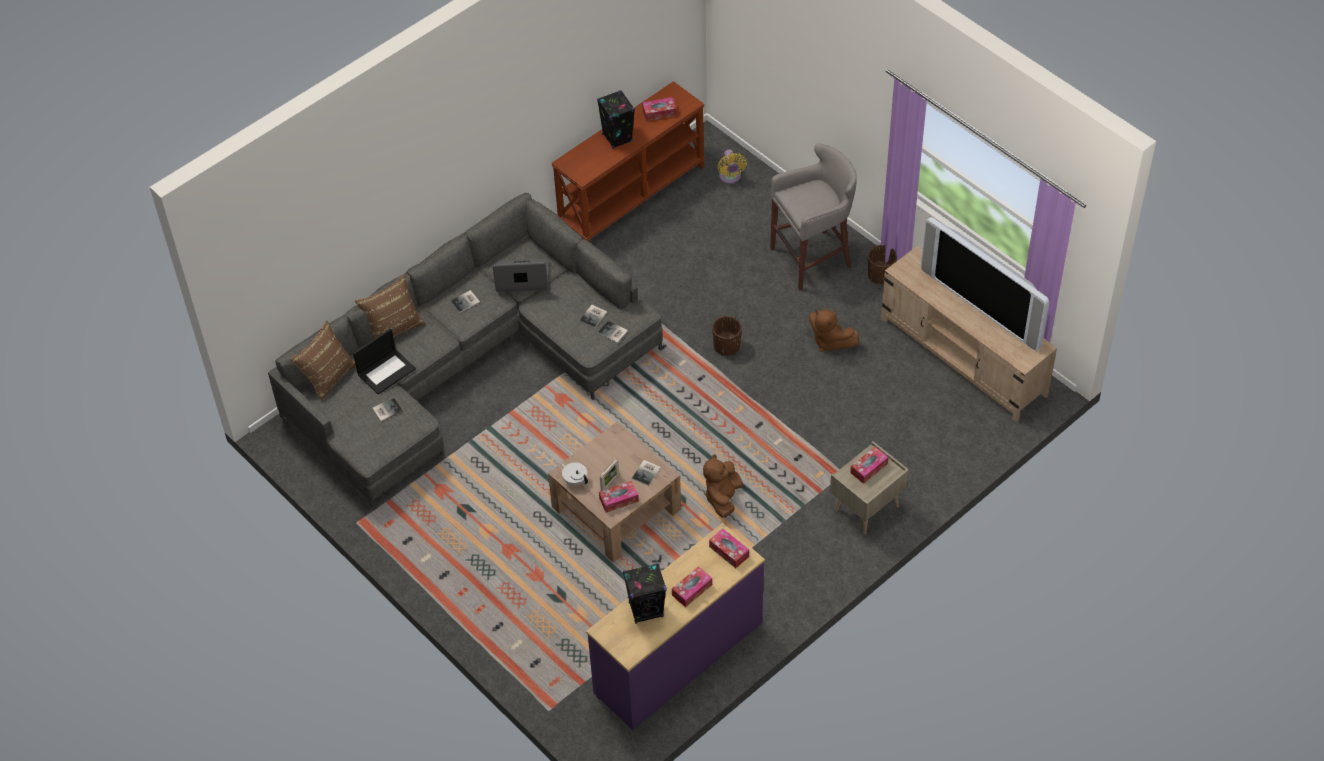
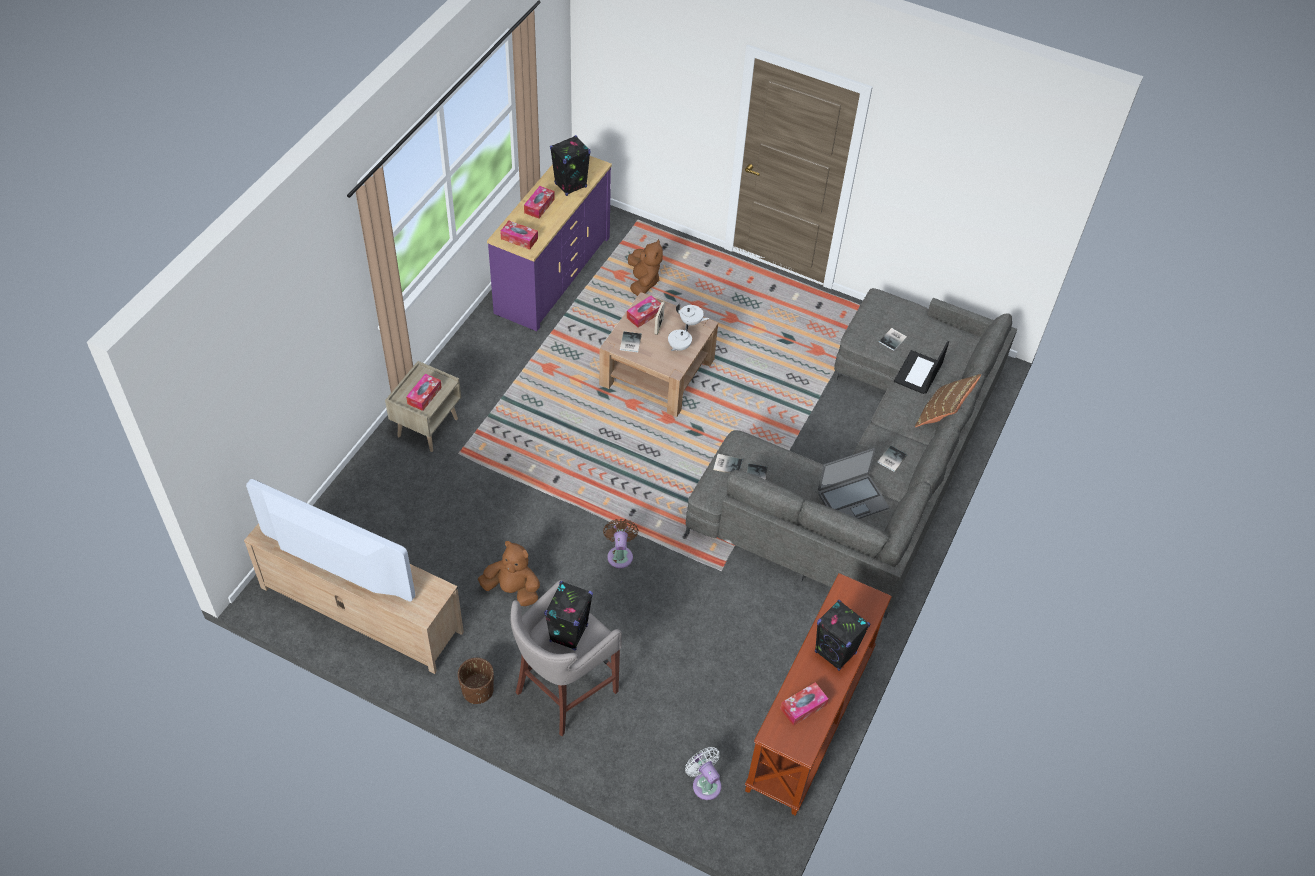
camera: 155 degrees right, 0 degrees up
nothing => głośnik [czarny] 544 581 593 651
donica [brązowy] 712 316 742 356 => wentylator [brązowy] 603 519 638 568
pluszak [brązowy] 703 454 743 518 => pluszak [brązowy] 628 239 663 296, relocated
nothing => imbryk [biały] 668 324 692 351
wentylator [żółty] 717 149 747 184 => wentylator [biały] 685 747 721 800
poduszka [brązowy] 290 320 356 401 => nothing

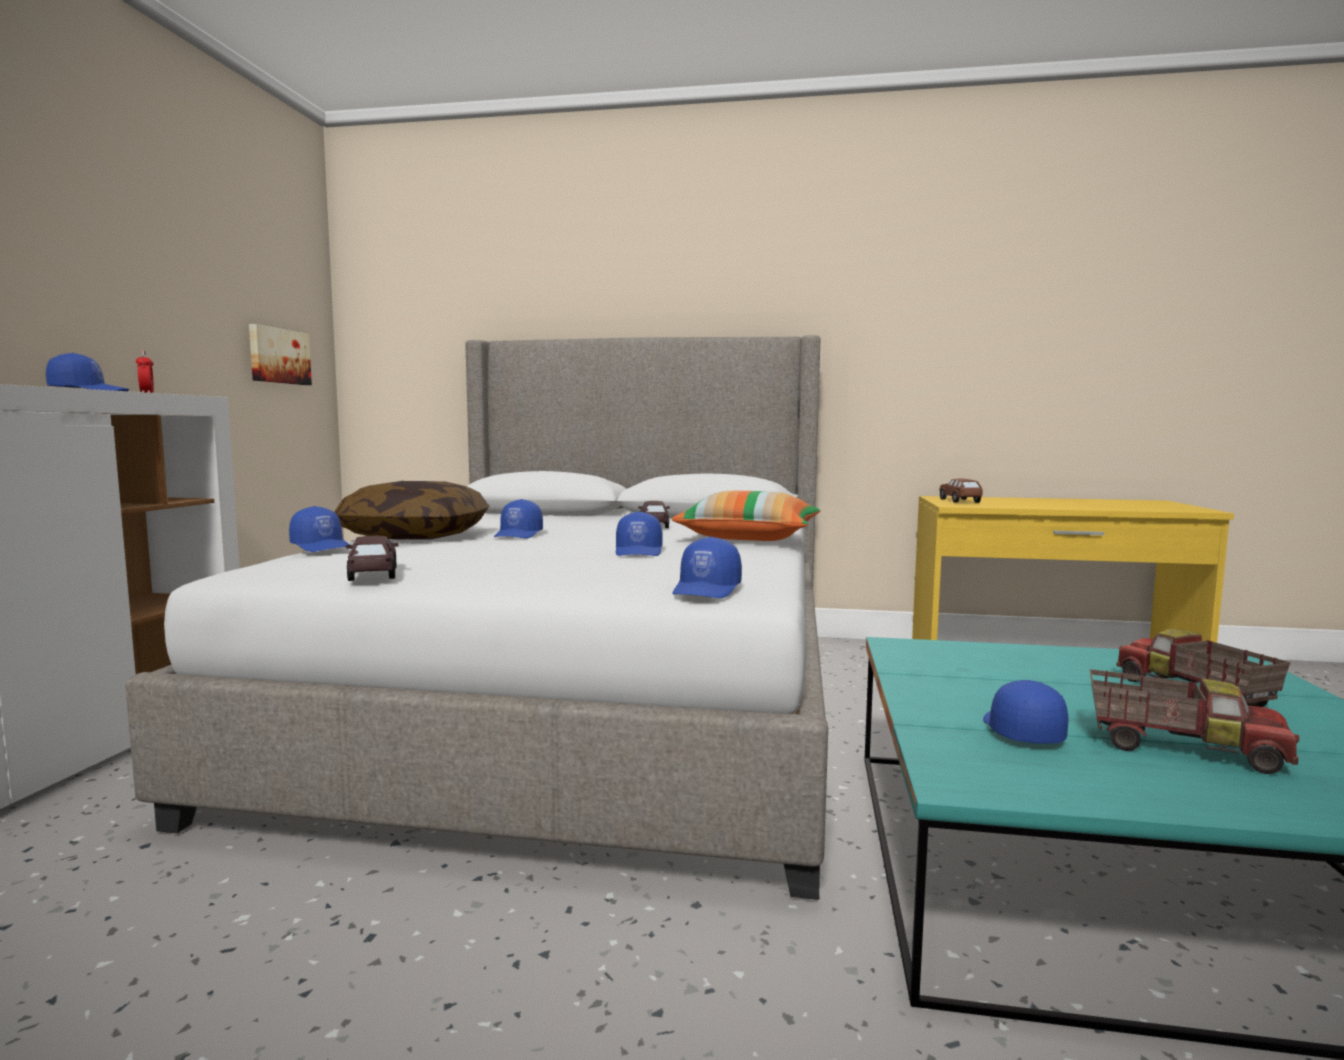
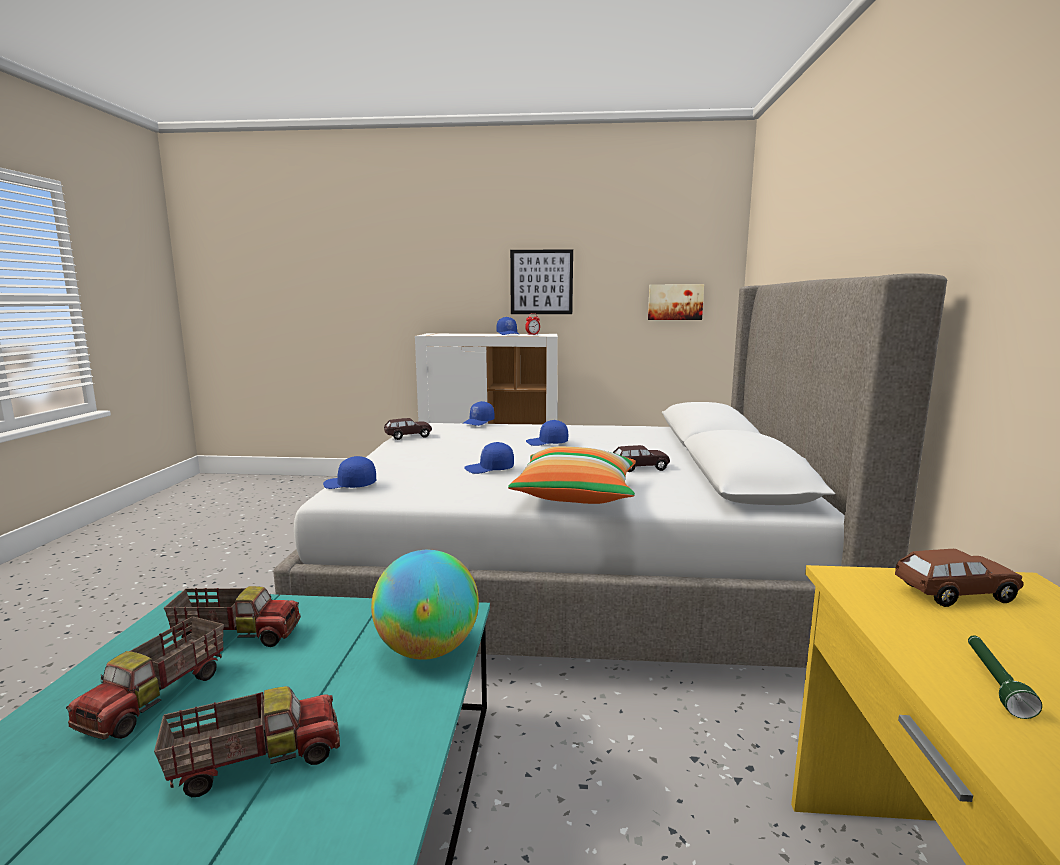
camera: 85 degrees right, 5 degrees up
czapka z daszkiem [niebieski] 983 680 1068 744 => ciężarówka zabawkowa 164 586 301 647
nothing => globus 371 550 479 660
nothing => obraz 510 249 573 314
nothing => latarka [zielony] 968 636 1042 719
poduszka 334 481 490 539 => nothing

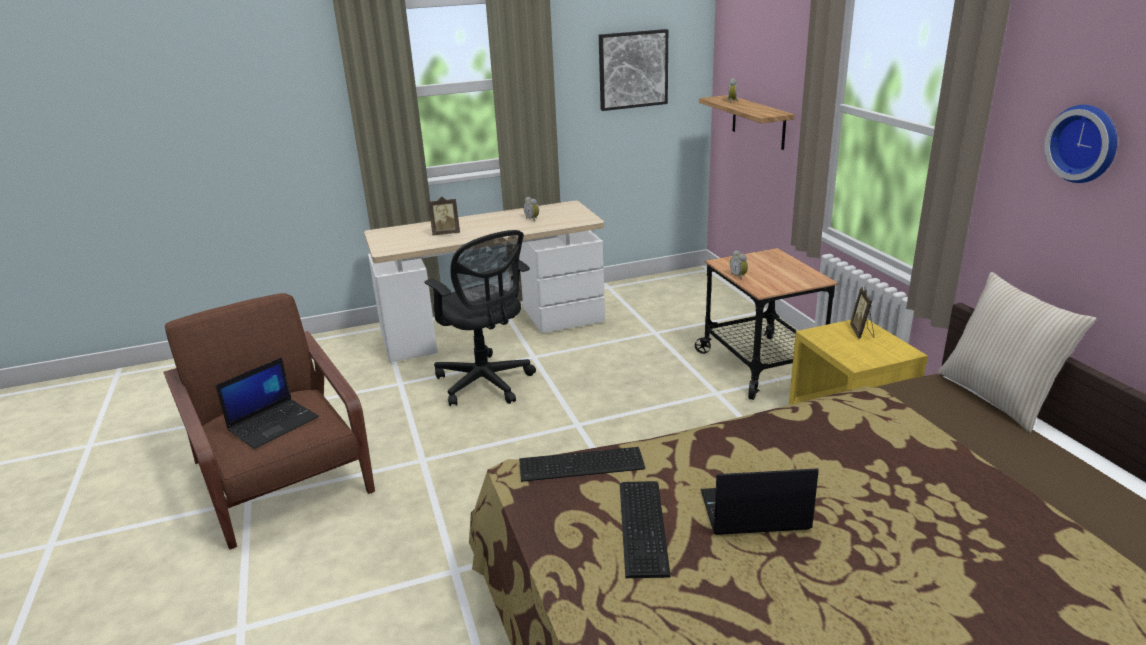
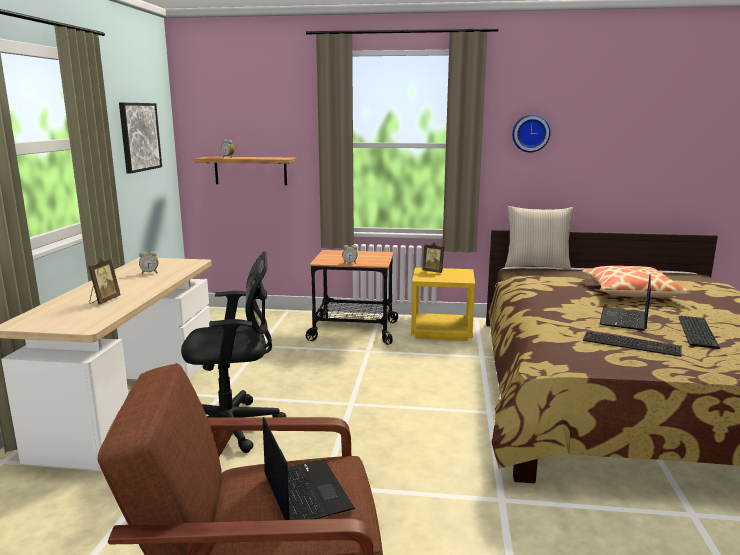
camera: 65 degrees left, 10 degrees down
nothing => poduszka 582 266 691 298
klawiatura 519 447 645 482 => klawiatura 679 316 720 349, relocated

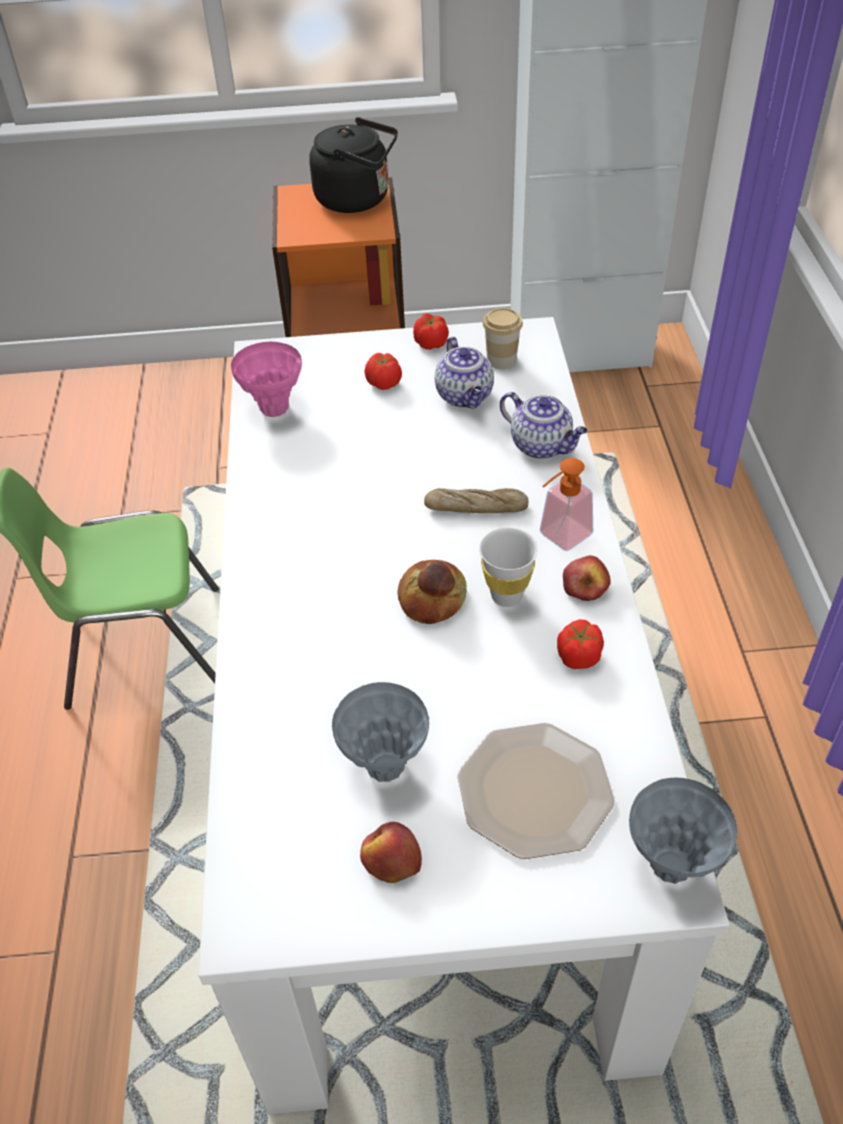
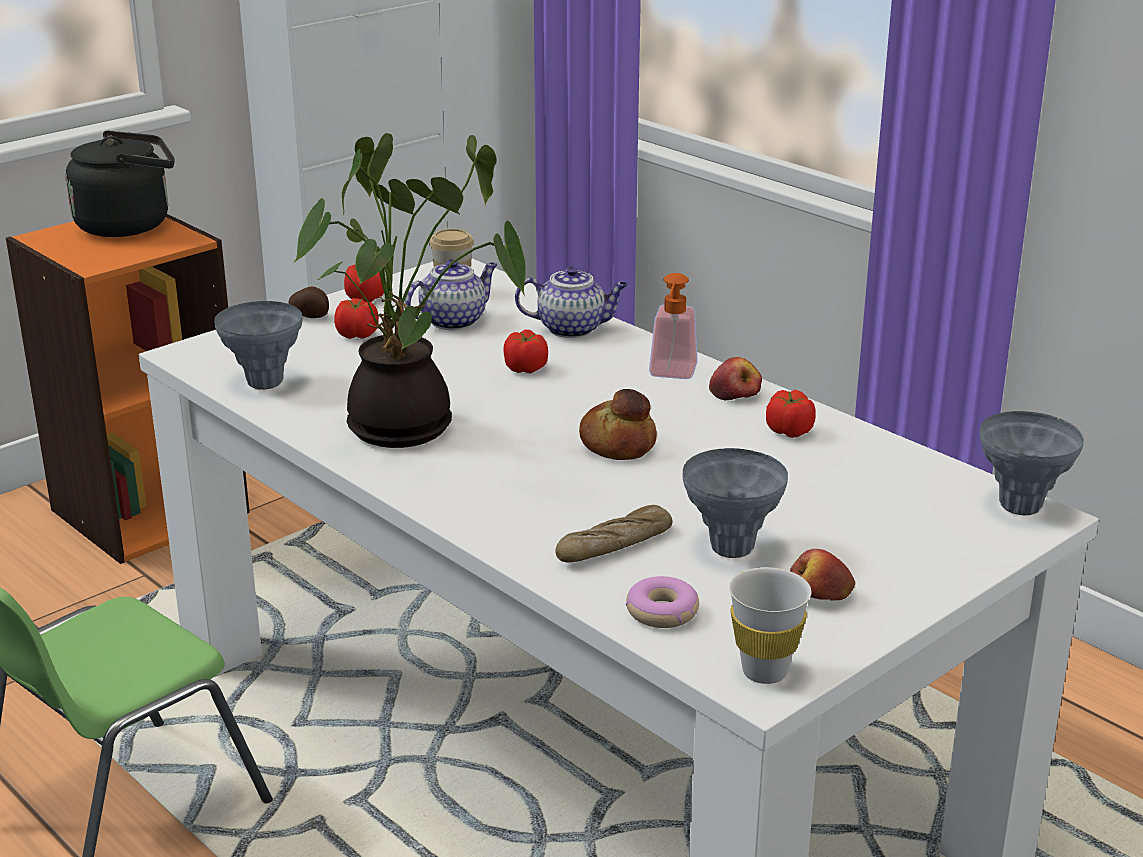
camera: 40 degrees left, 20 degrees down
wazon [różowy] 231 342 302 417 => wazon [szary] 214 301 303 390
nothing => ziemniak 288 286 329 318
nothing => roślina doniczkowa 294 133 526 448
imbryk 435 337 494 409 => imbryk 405 259 497 330, 75 degrees counterclockwise
nothing => pomidor 503 330 548 374
chleb 424 488 528 513 => chleb 555 505 673 562, relocated
nothing => donut 626 576 699 628
filiżanka [biały] 479 528 538 607 => filiżanka [biały] 729 567 811 684, relocated
talerz 457 723 615 859 => nothing

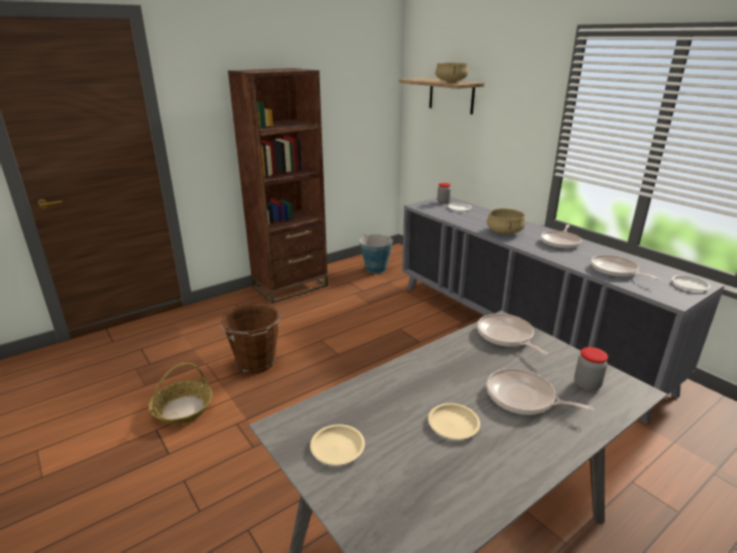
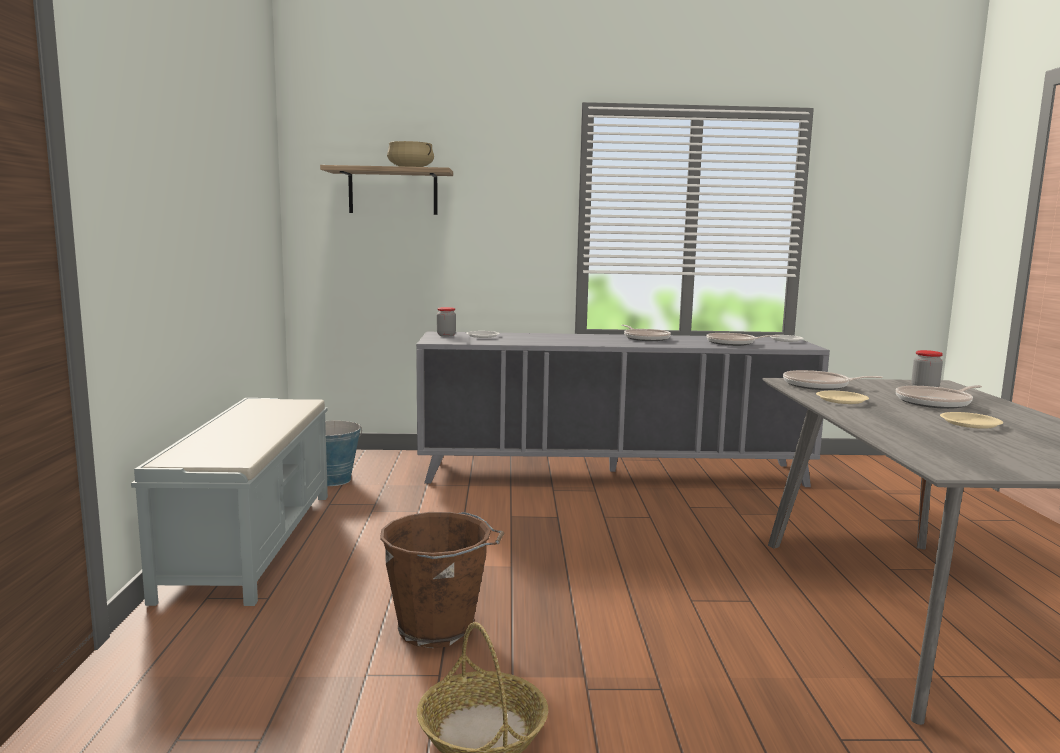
camera: 55 degrees left, 15 degrees down
regał [brązowy] 228 68 328 304 => ławka [szary] 131 398 328 606
talerz [beżowy] 310 424 365 465 => talerz [beżowy] 816 391 869 404, relocated
garnek [beżowy] 487 209 525 234 => nothing

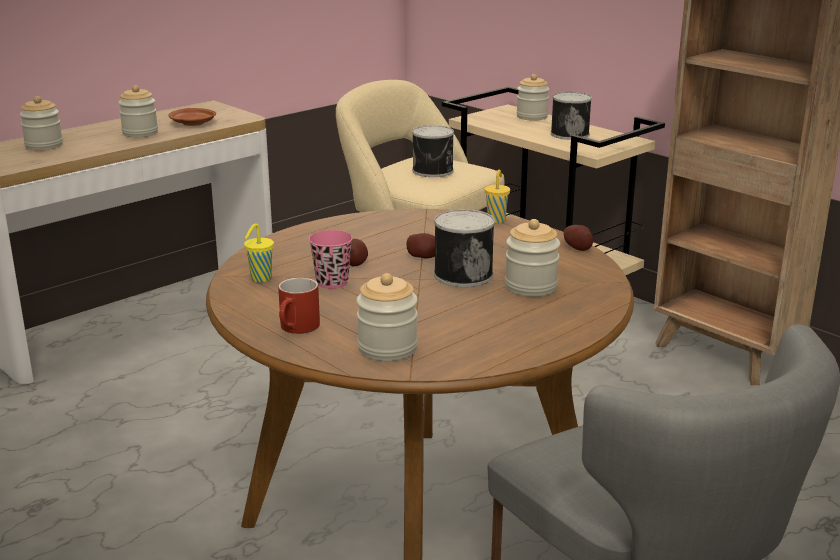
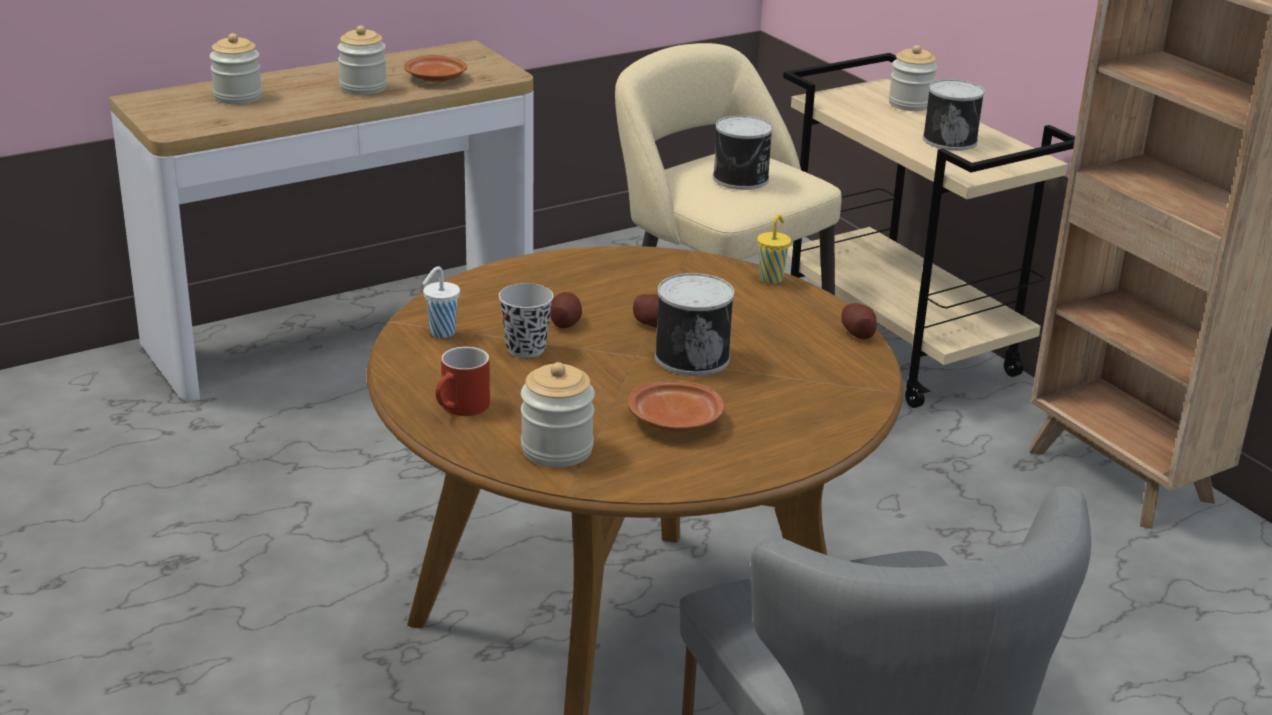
camera: 10 degrees right, 5 degrees up
filiżanka [żółty] 244 223 274 282 => filiżanka [biały] 422 266 460 338
filiżanka [różowy] 309 230 353 289 => filiżanka [czarny] 499 283 554 358
nothing => talerz [brązowy] 627 380 725 431
słoik 505 219 560 297 => nothing

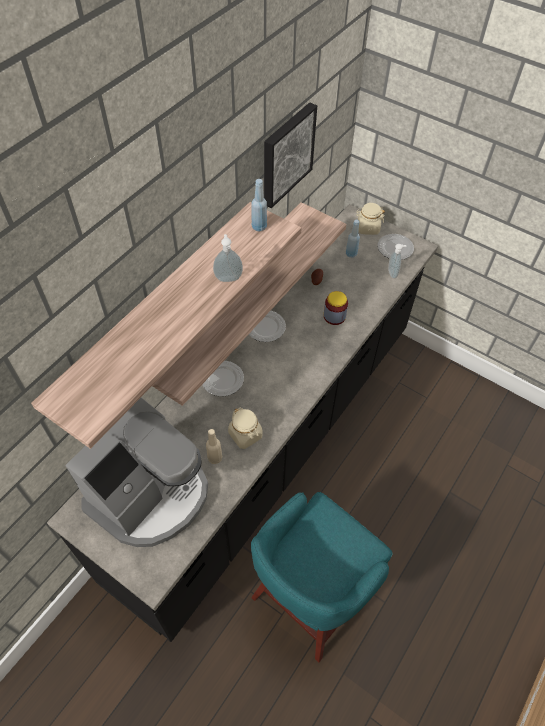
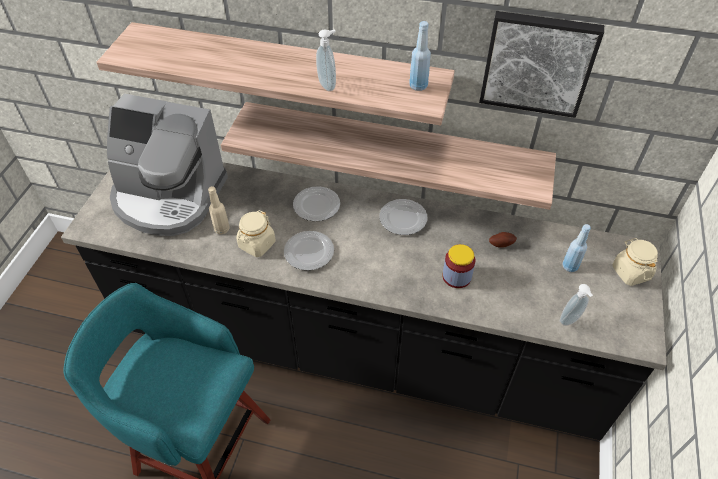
camera: 70 degrees right, 5 degrees down
talerz 377 234 414 260 => talerz 284 231 334 270, relocated

